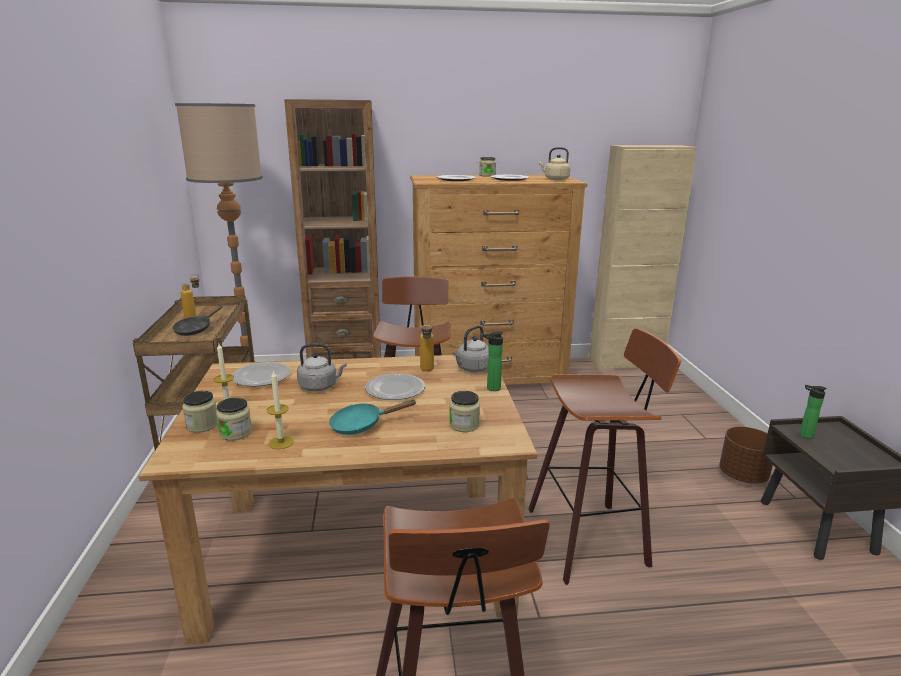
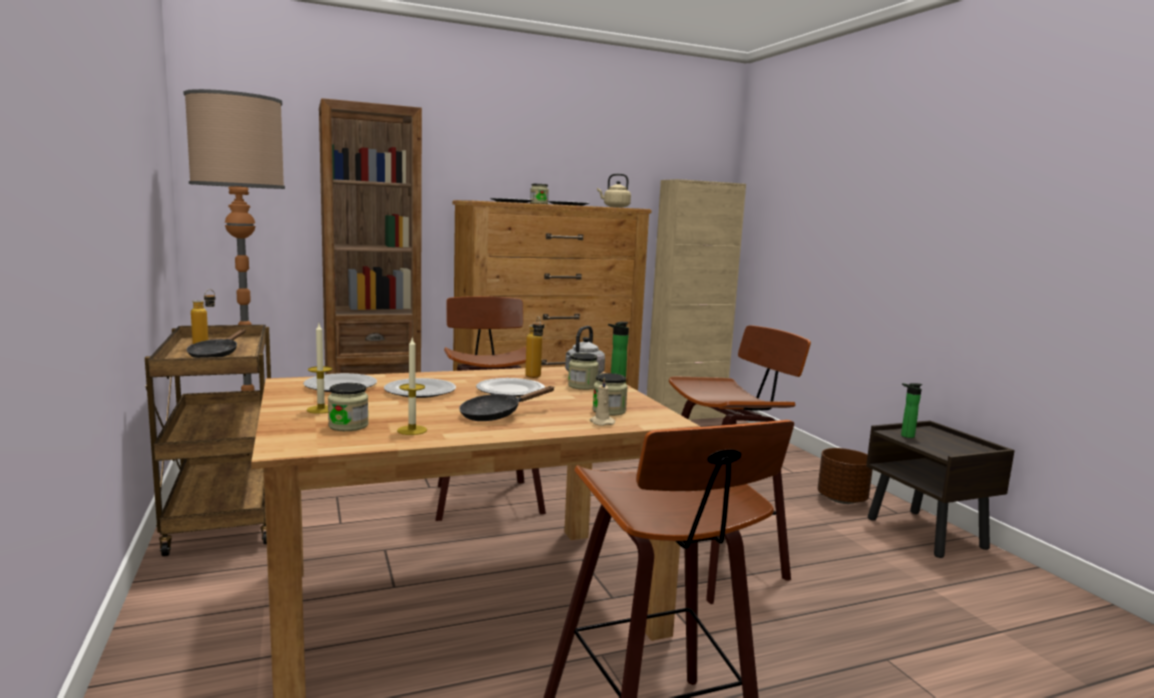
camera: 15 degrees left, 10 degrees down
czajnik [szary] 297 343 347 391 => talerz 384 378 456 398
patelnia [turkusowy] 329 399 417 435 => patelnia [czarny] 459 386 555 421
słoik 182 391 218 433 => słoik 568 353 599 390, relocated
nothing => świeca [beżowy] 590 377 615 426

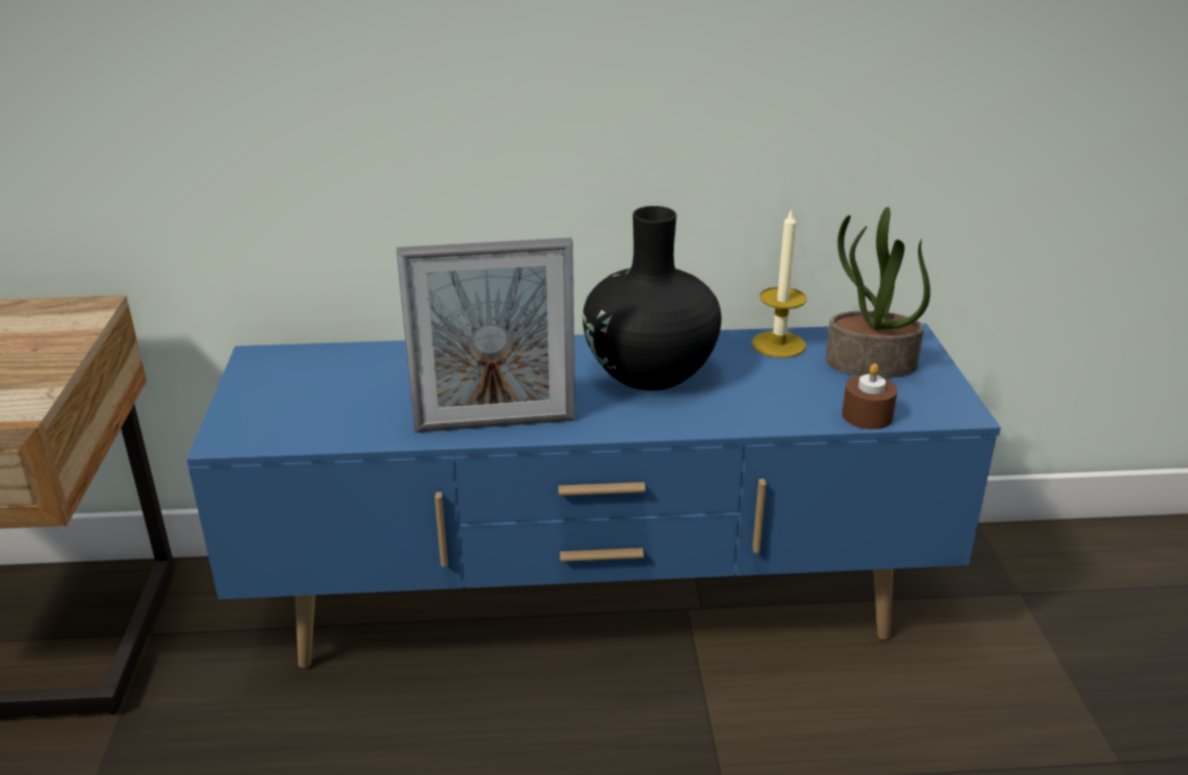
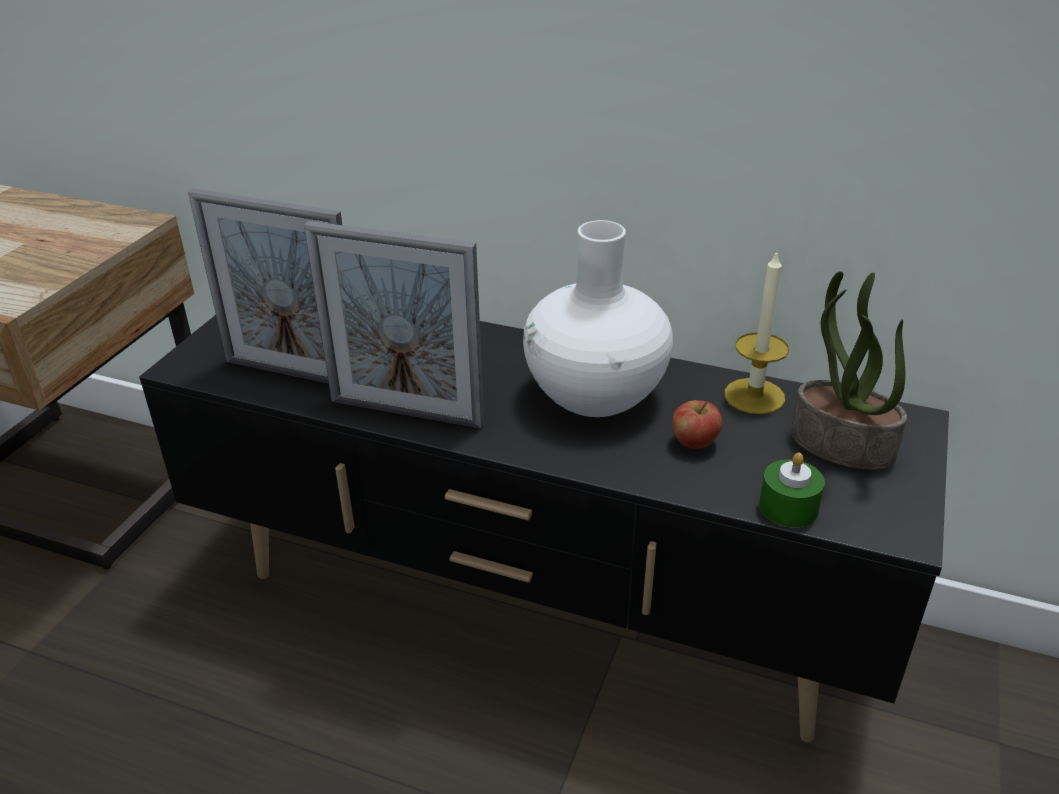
camera: 25 degrees right, 5 degrees up
szafka pod telewizor [niebieski] 187 323 1001 668 => szafka pod telewizor [czarny] 139 315 949 742
nothing => ramka na zdjęcie 188 188 342 384
wazon [czarny] 583 206 722 390 => wazon [biały] 523 220 673 417
nothing => jabłko 672 400 722 449
świeca [brązowy] 842 363 898 429 => świeca [zielony] 759 452 825 528

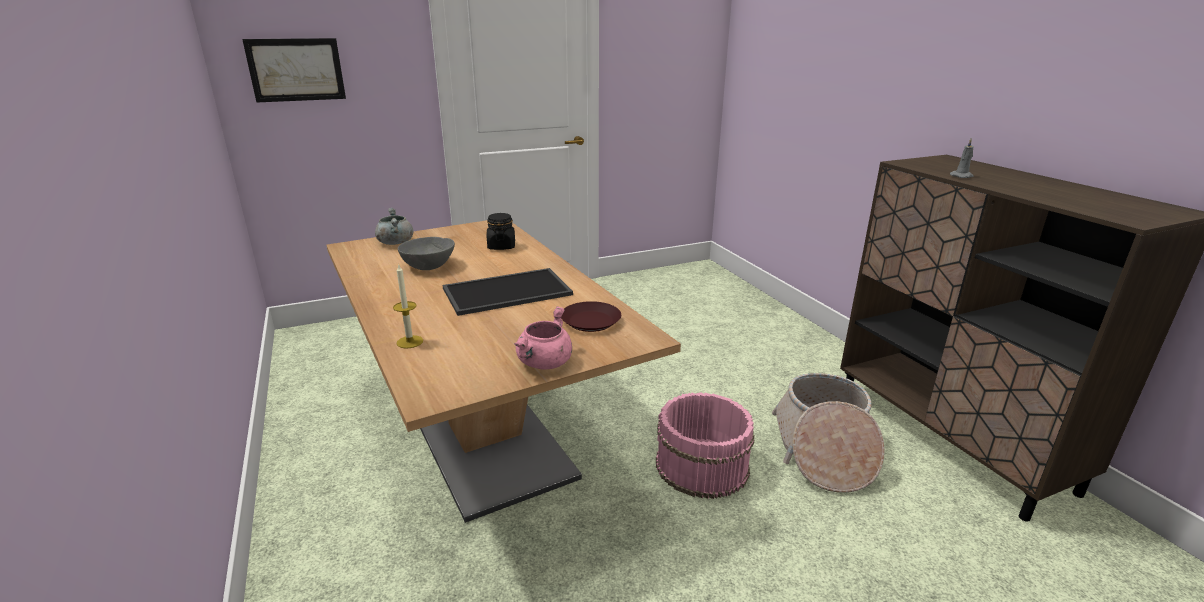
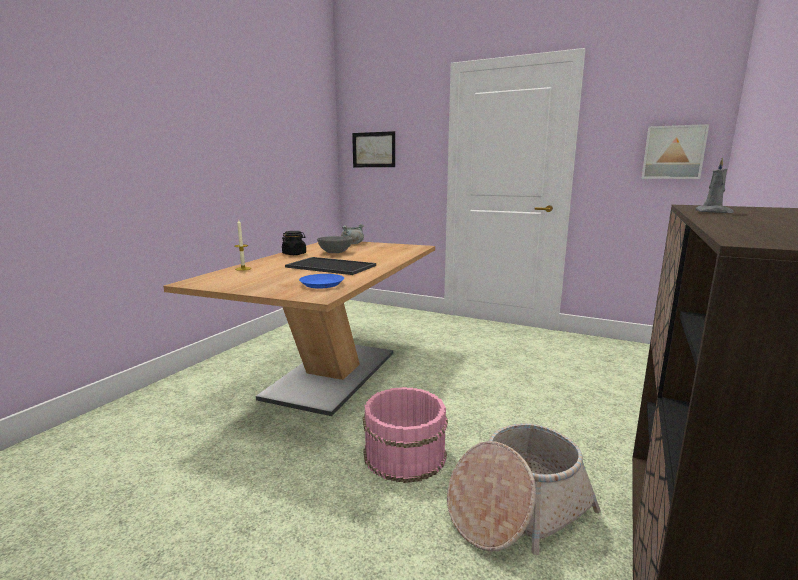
camera: 50 degrees right, 10 degrees down
słoik [czarny] 487 213 515 250 => słoik [czarny] 282 231 306 255, relocated
talerz [brązowy] 561 301 621 332 => talerz [niebieski] 299 274 344 289
nothing => obraz 641 124 709 179
garnek [różowy] 514 306 572 370 => nothing

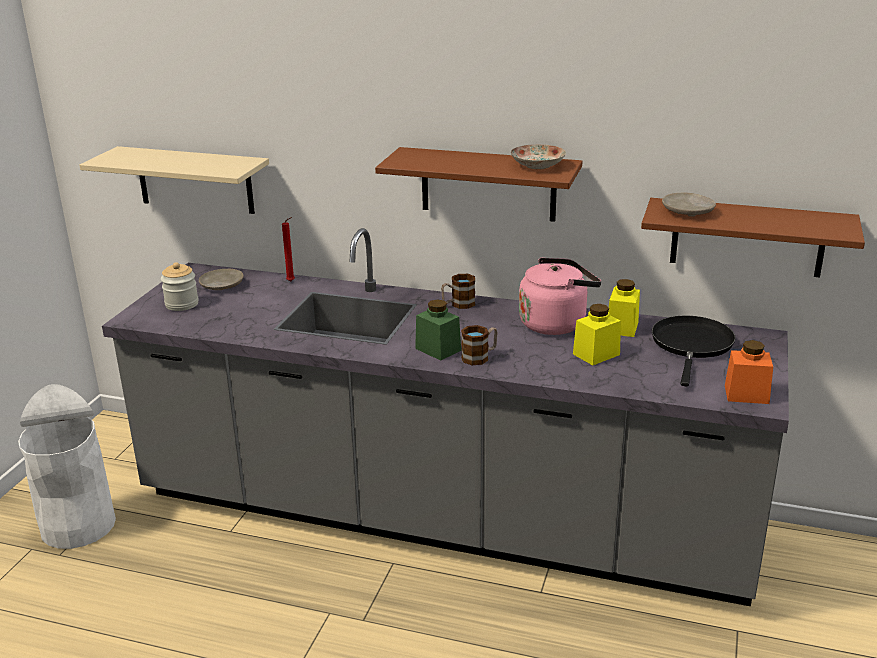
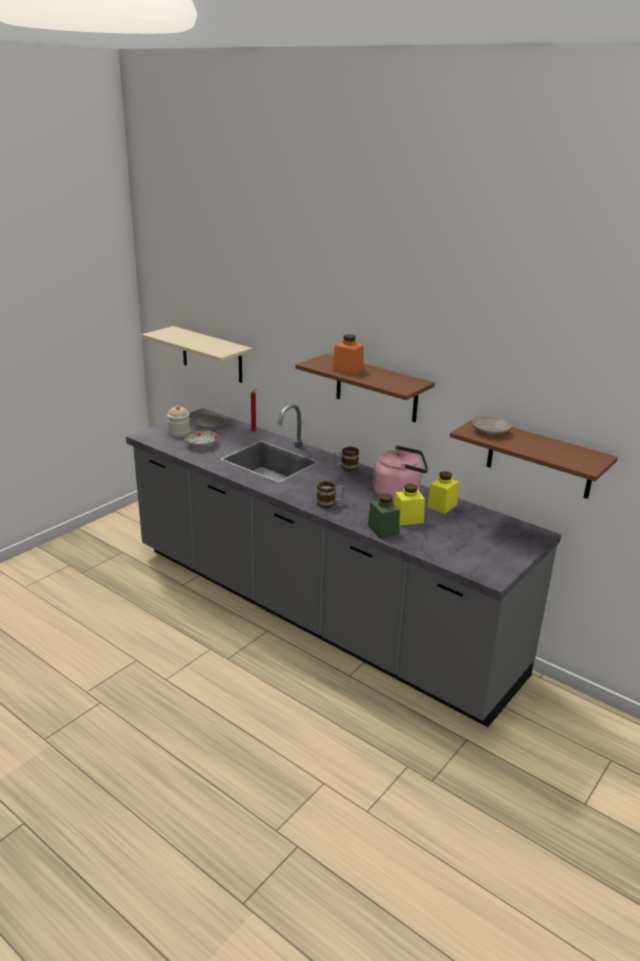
camera: 20 degrees right, 0 degrees up
talerz 511 144 566 169 => talerz 184 430 218 448, relocated
słoik [pomarańczowy] 725 340 773 404 => słoik [pomarańczowy] 333 334 364 375, relocated
słoik [zielony] 415 299 461 361 => słoik [zielony] 368 494 400 539, relocated
kosz na śmieci [biały] 18 384 116 549 => nothing
patelnia [czarny] 652 316 736 386 => nothing

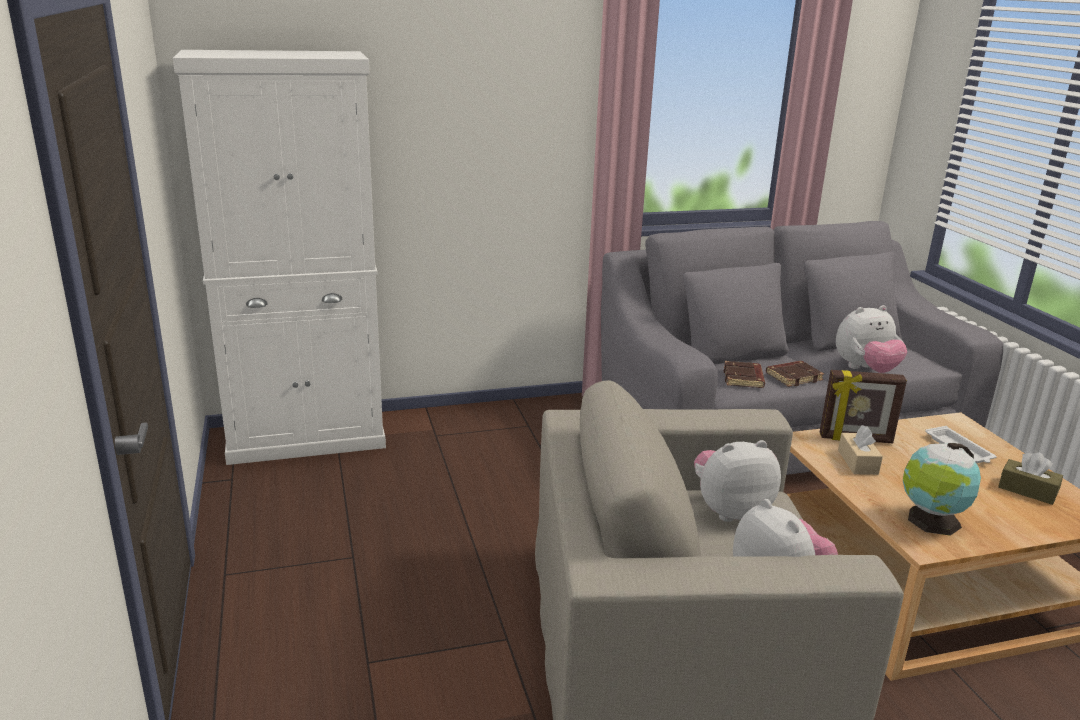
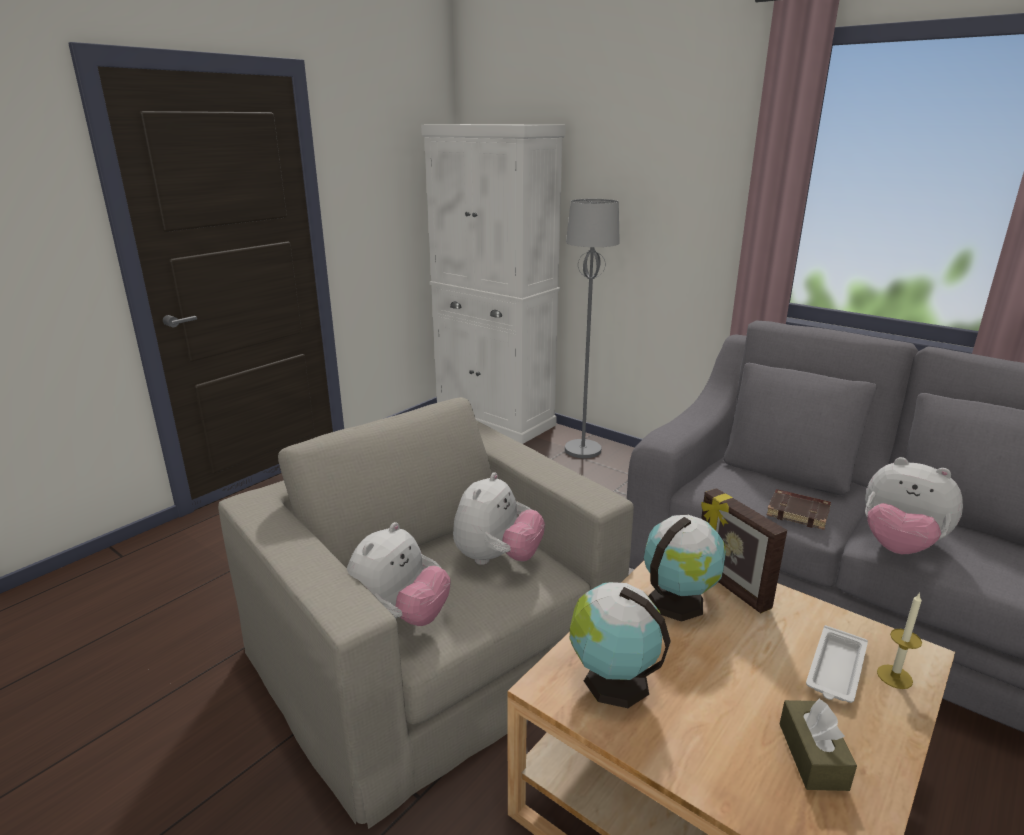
camera: 55 degrees right, 0 degrees up
pluszak 694 440 781 522 => pluszak 453 472 545 565, 75 degrees clockwise
nothing => lampa stojąca [szary] 565 199 620 458
pudełko chusteczek [beżowy] 838 425 883 475 => globus 644 515 726 622
nothing => świeca 877 593 922 689
książka [brązowy] 724 361 765 388 => nothing

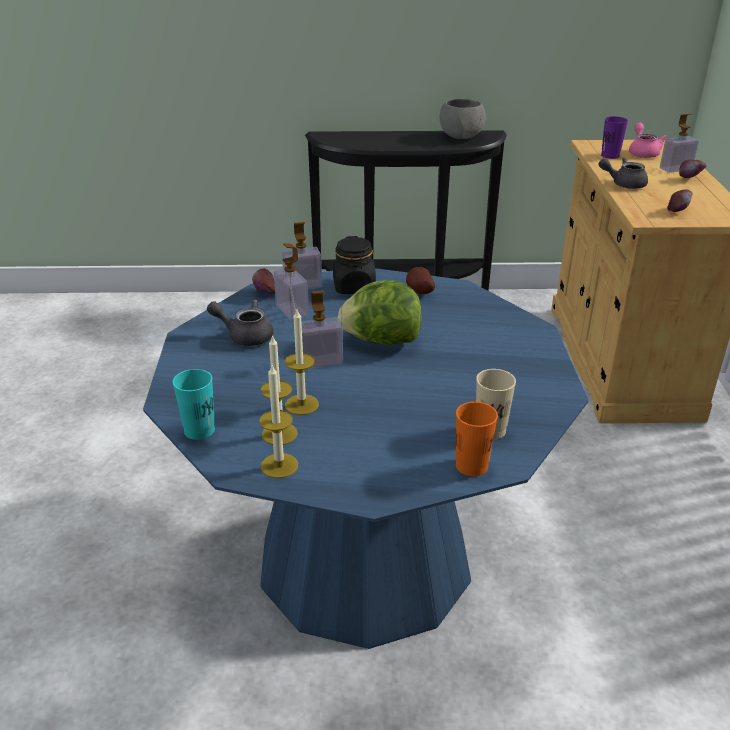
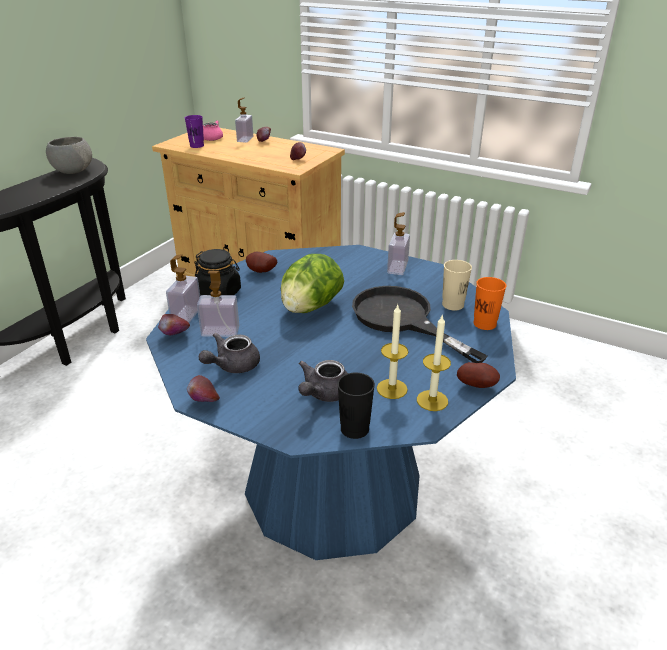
camera: 60 degrees left, 0 degrees up
nothing => jabłko 187 375 220 402
imbryk [szary] 598 157 648 189 => imbryk [szary] 298 360 348 402, relocated
filiżanka [turkusowy] 172 369 215 440 => filiżanka [czarny] 337 372 375 439
nothing => patelnia [czarny] 352 286 488 363
dozownik mydła 301 290 343 370 => dozownik mydła 387 212 410 275, relocated
nothing => ziemniak 457 362 500 388
świeca 285 310 319 415 => nothing

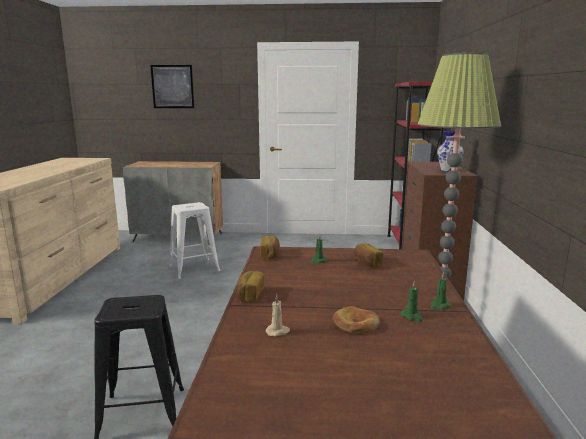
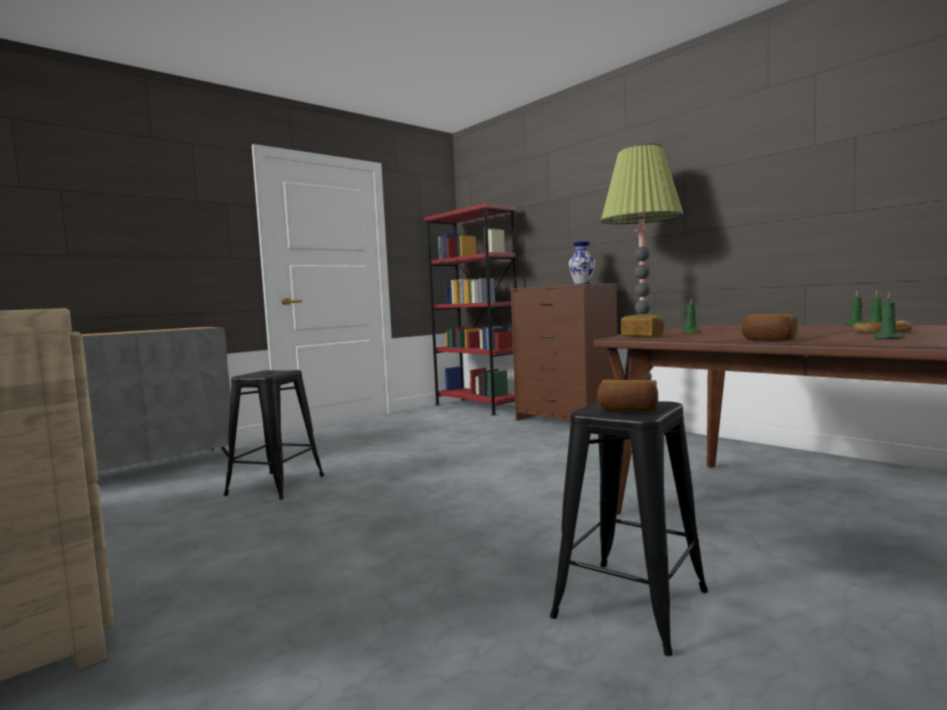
camera: 45 degrees left, 10 degrees down
stołek [biały] 169 202 220 279 => stołek [czarny] 224 370 324 500
chleb 354 243 384 268 => chleb 597 380 658 412, relocated
świeca [beżowy] 265 295 290 336 => świeca [zielony] 874 292 904 339
obraz 150 65 194 108 => nothing

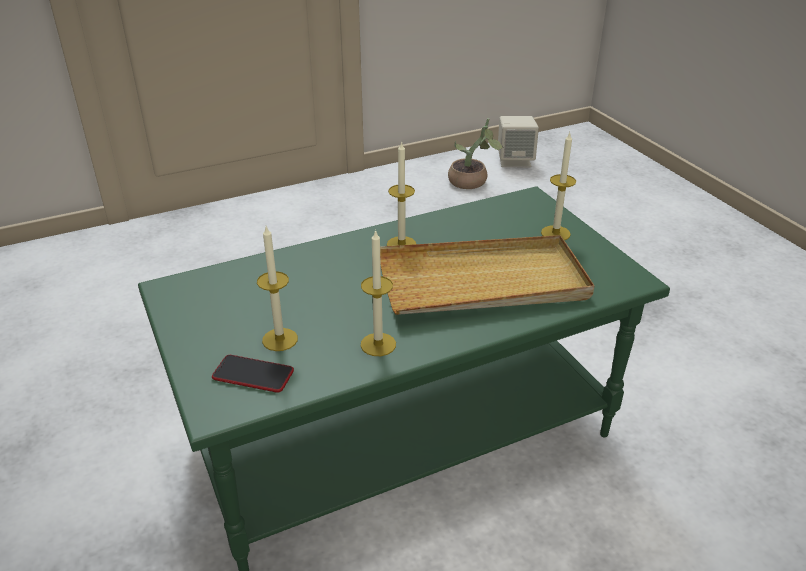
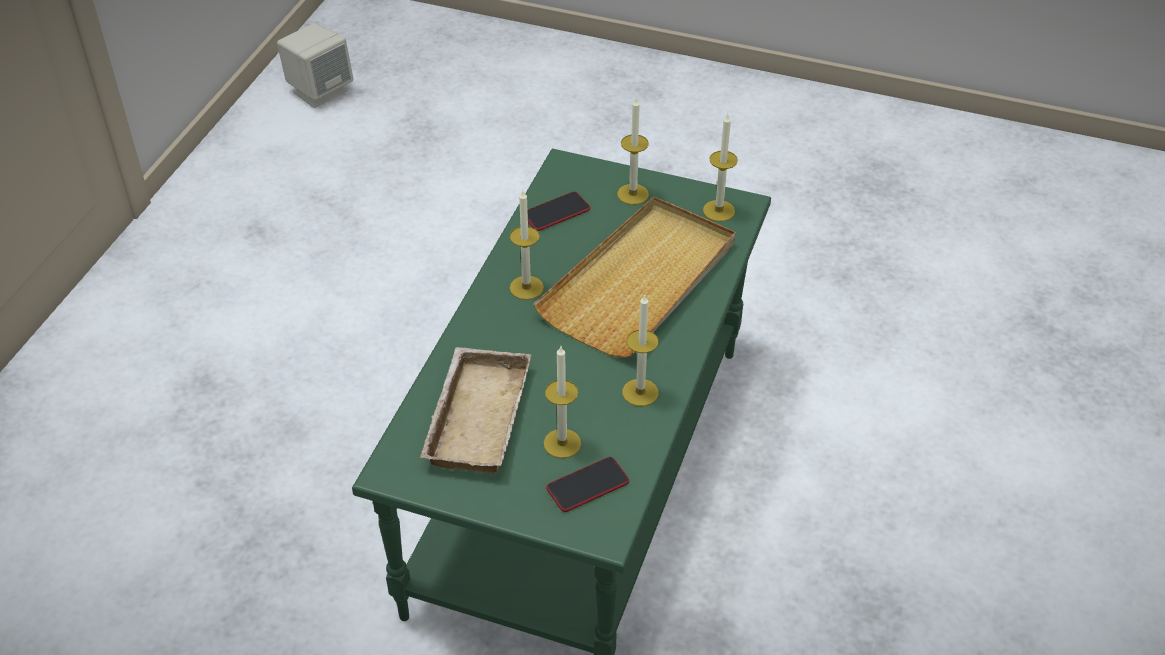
camera: 45 degrees left, 10 degrees up
nothing => taca [beżowy] 420 347 531 473
nothing => telefon 527 192 590 231
nothing => świeca 703 114 738 222
roślina doniczkowa 448 118 504 189 => nothing

